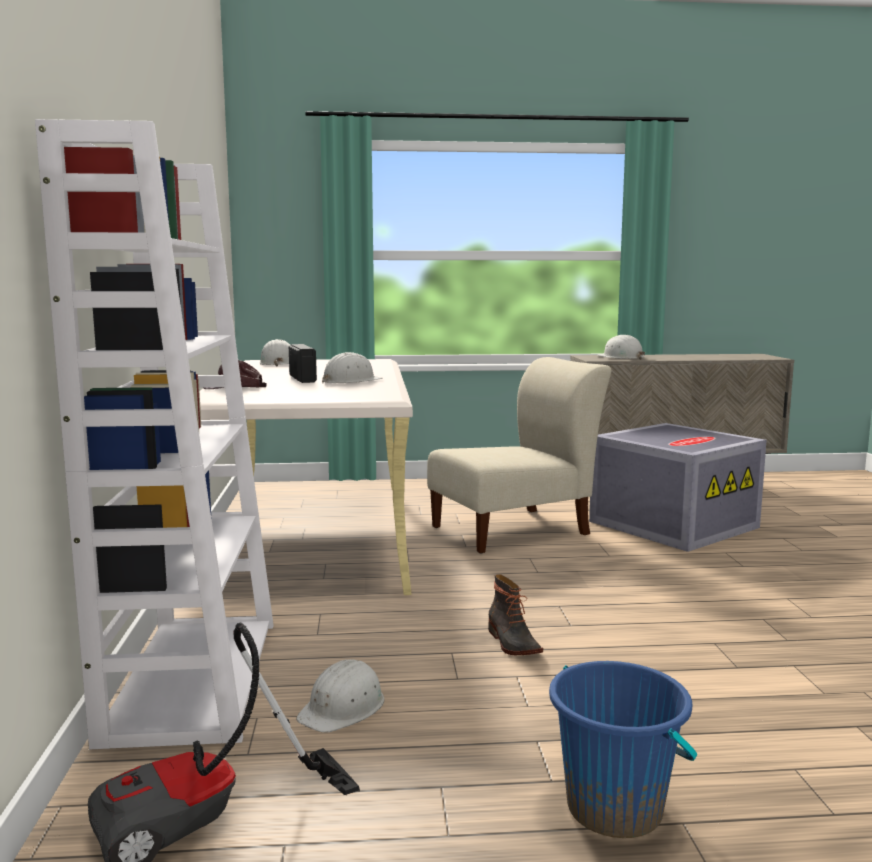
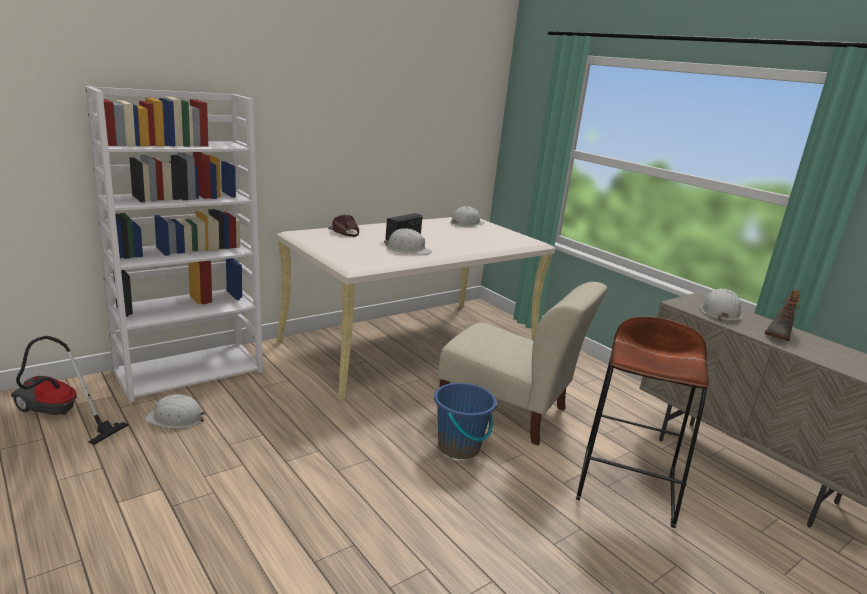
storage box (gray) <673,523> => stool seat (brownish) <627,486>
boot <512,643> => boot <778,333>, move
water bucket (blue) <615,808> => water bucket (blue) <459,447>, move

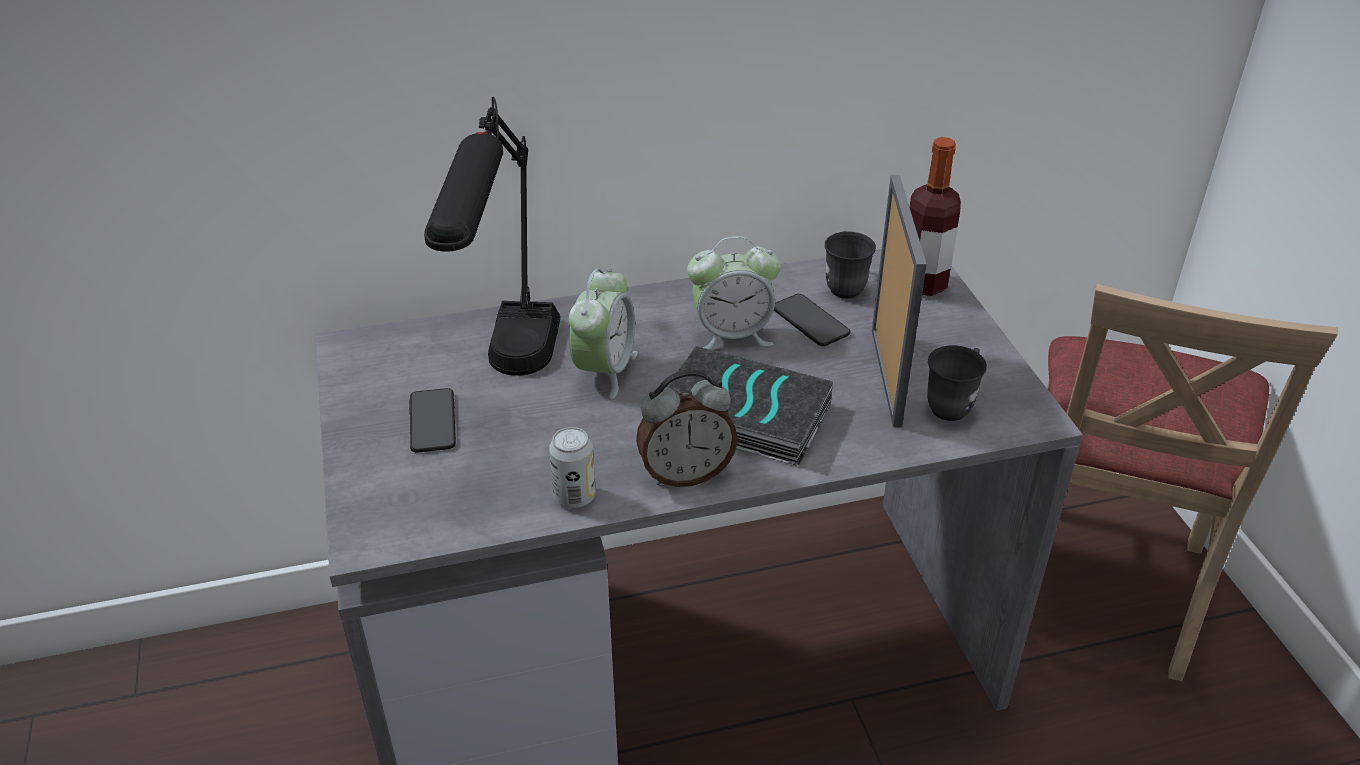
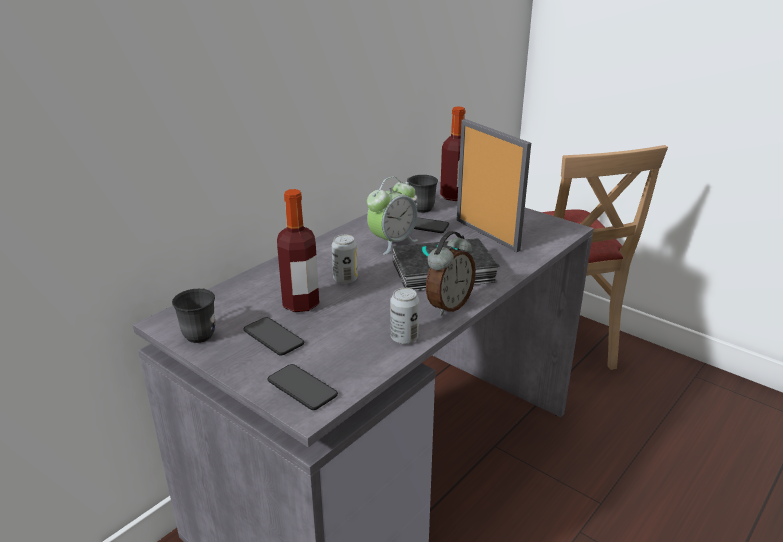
table lamp (blackish) <512,386> => beverage bottle <300,304>
table clock <604,371> => metal can <345,279>
coffee mug (gray) <953,404> => coffee mug (gray) <201,331>, move
nothing => handset <302,388>

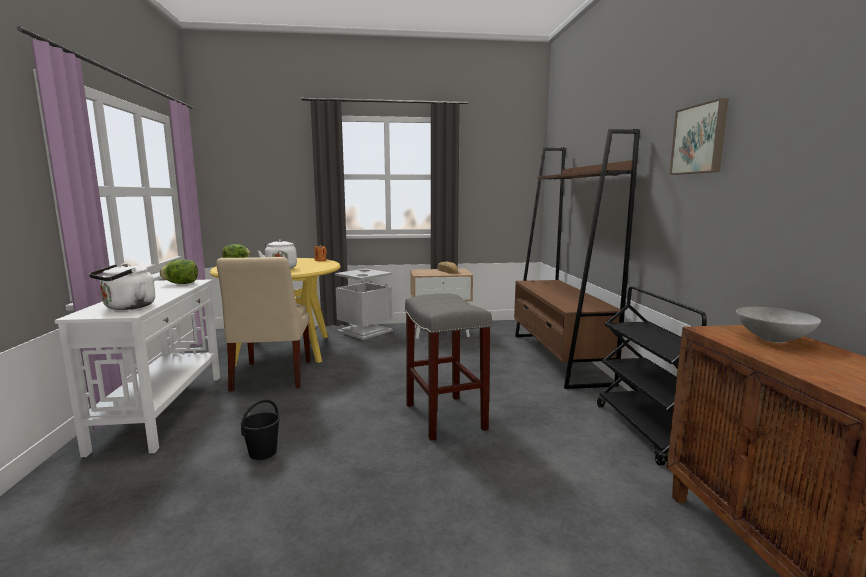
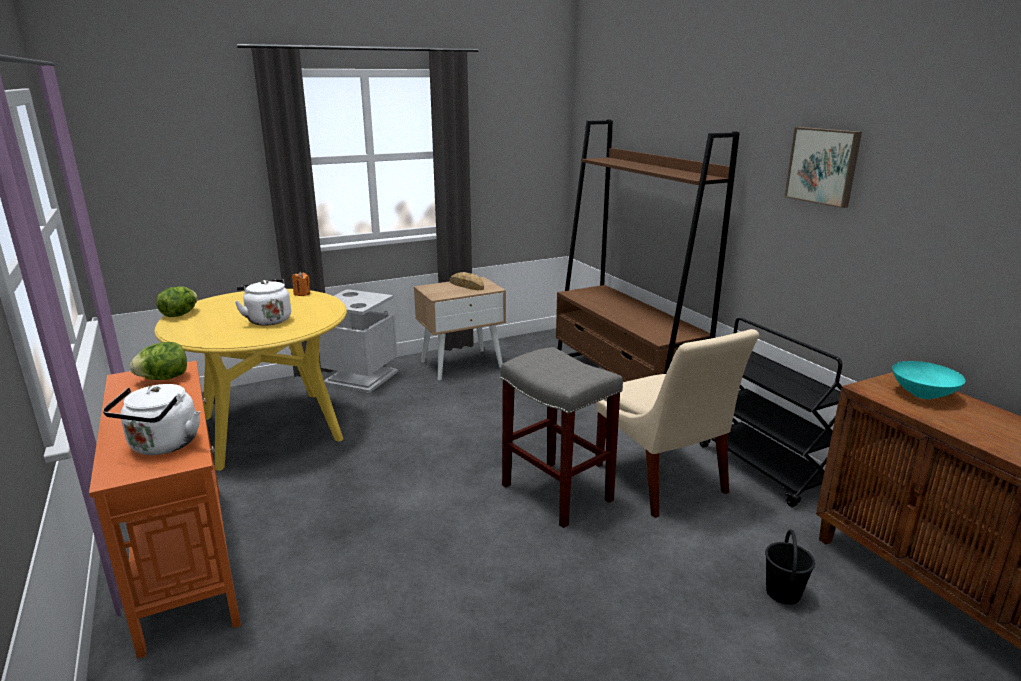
plain chair (beige-coloured) <271,376> => plain chair (beige-coloured) <662,482>, move
narrow table (white-coloured) <163,410> => narrow table (orange-coloured) <186,559>
serving bowl (gray) <772,339> => serving bowl (turquoise) <922,394>
water bucket (blackish) <262,453> => water bucket (blackish) <783,593>, move

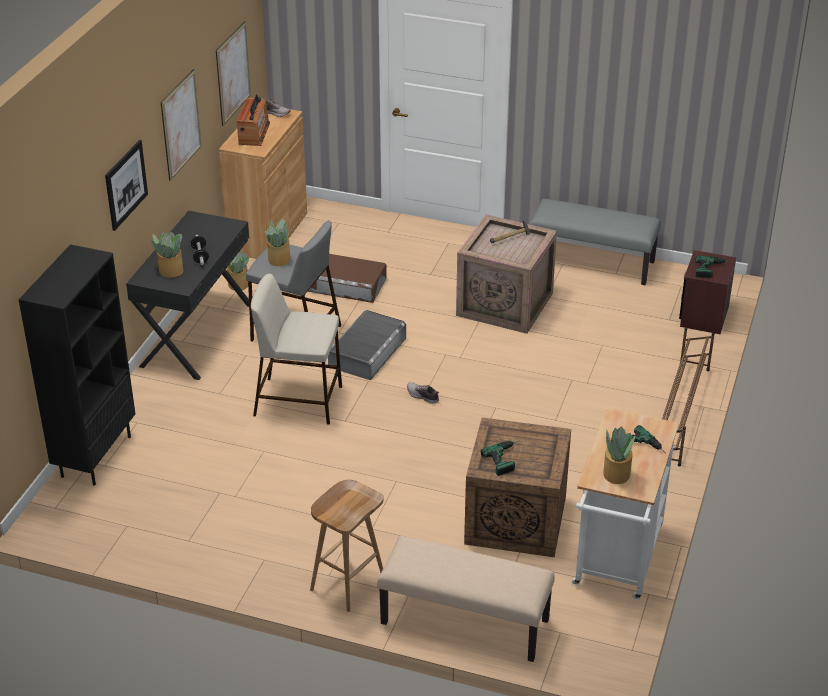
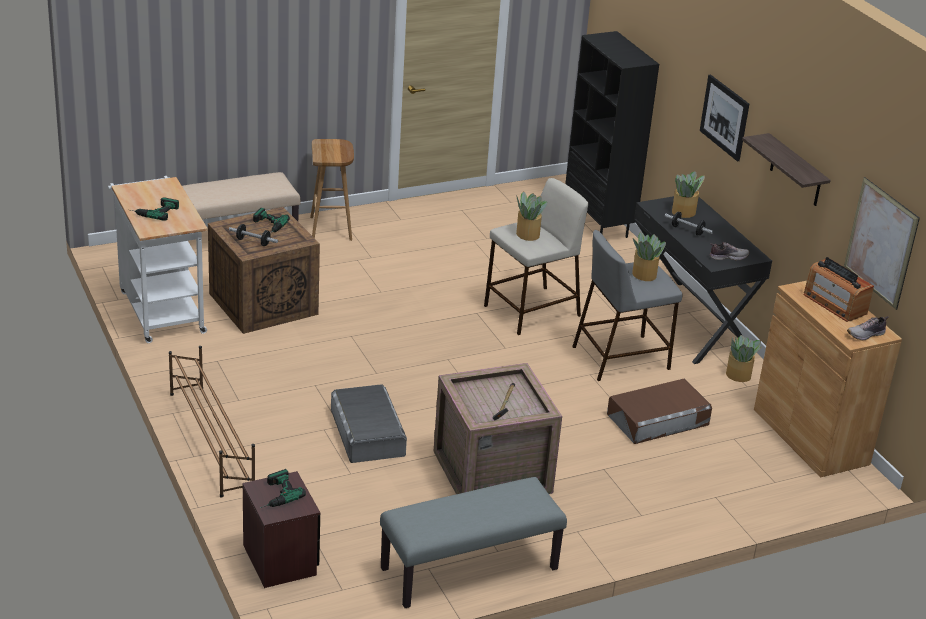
picture <181,124> => bracket shelf <796,171>
storage box (gray) <367,352> => storage box (gray) <367,432>, move
low shoe <423,396> => low shoe <728,257>, move
potted plant <616,474> => potted plant <527,234>, move
nothing => free weight <253,242>

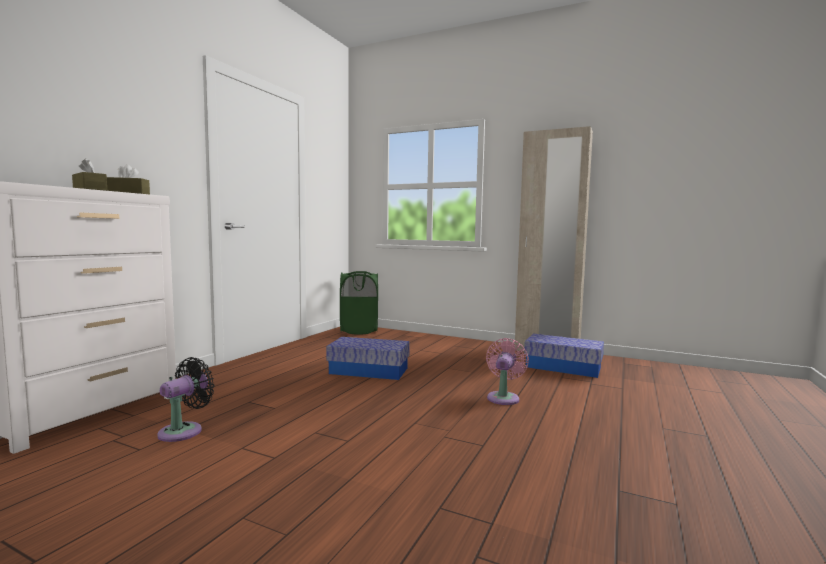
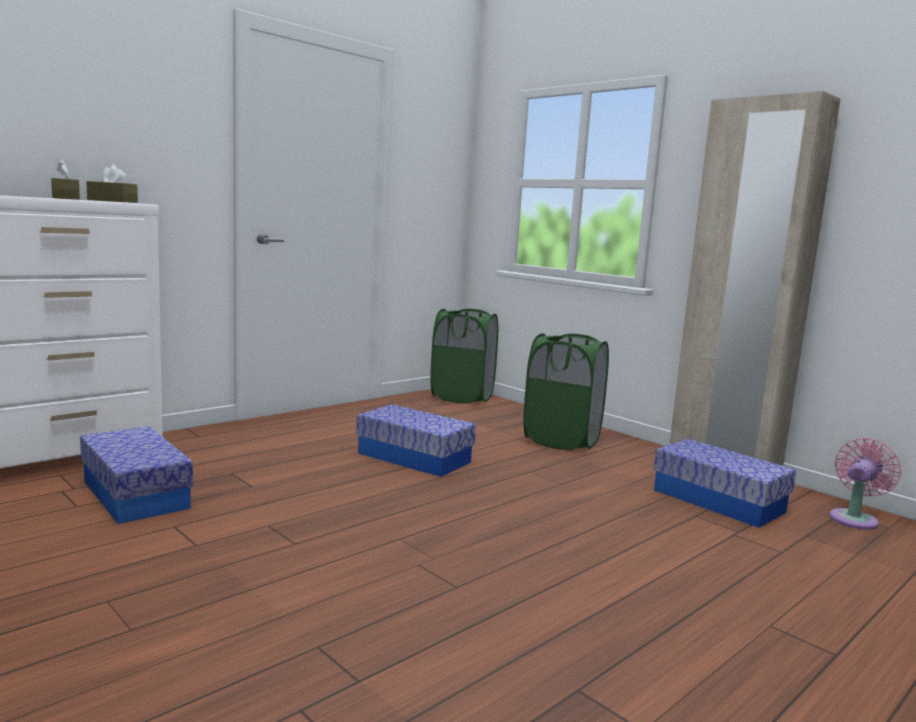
electric fan (pinkish) <504,397> => electric fan (pinkish) <855,518>, move
electric fan (blackish) <184,430> => storage box <135,494>
nothing => washing basket (green-coloured) <562,440>

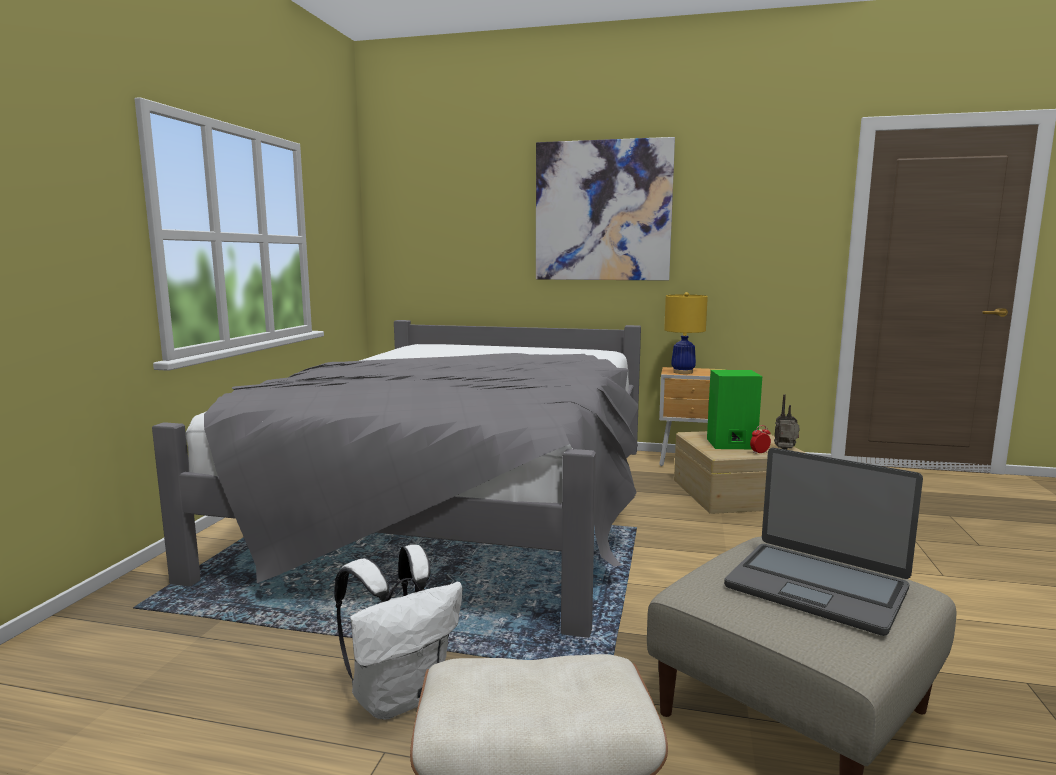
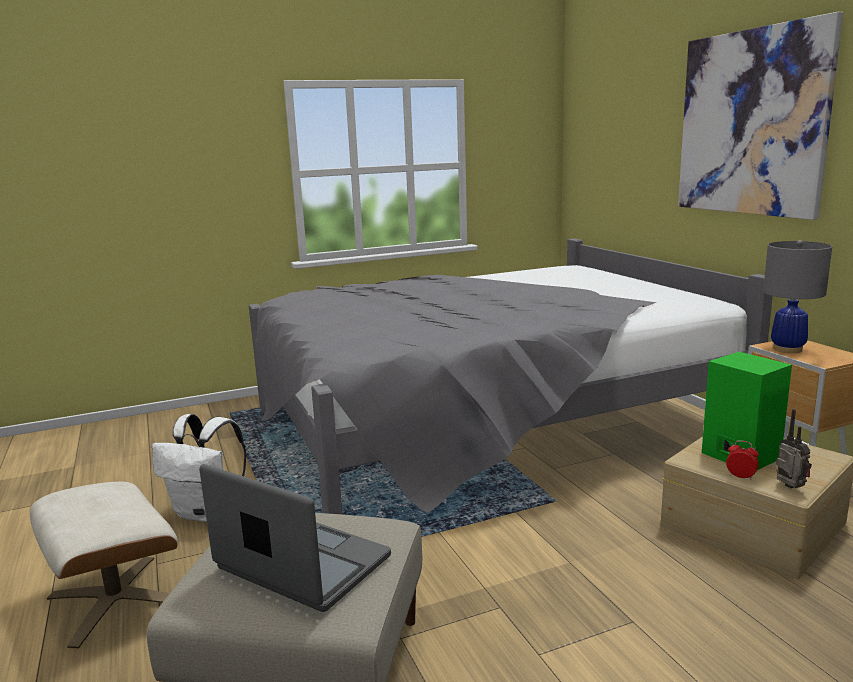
table lamp (yellow-coloured) <683,372> => table lamp (gray) <787,349>
laptop <816,587> => laptop <302,564>, 120 degrees clockwise

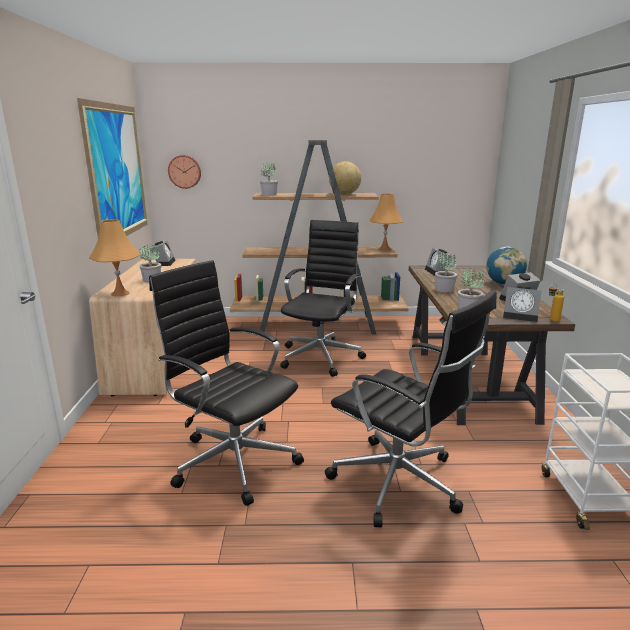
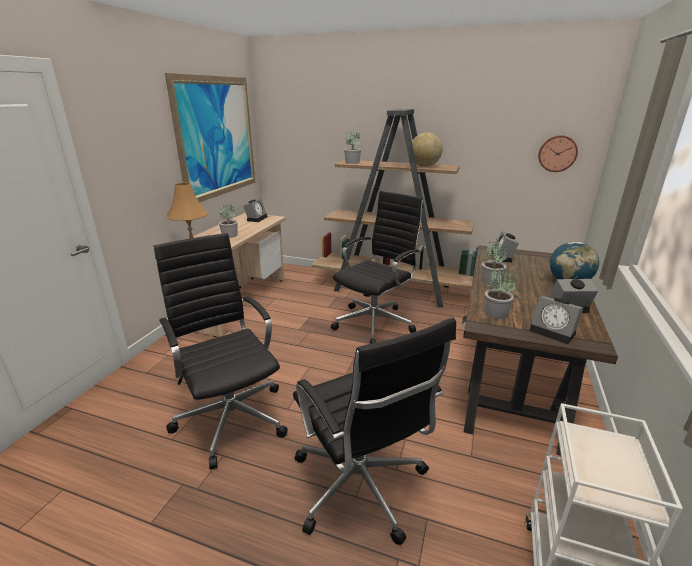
wall clock <185,171> => wall clock <557,153>, move
table lamp (orange-coloured) <384,249> => nothing
beverage bottle <551,320> => nothing

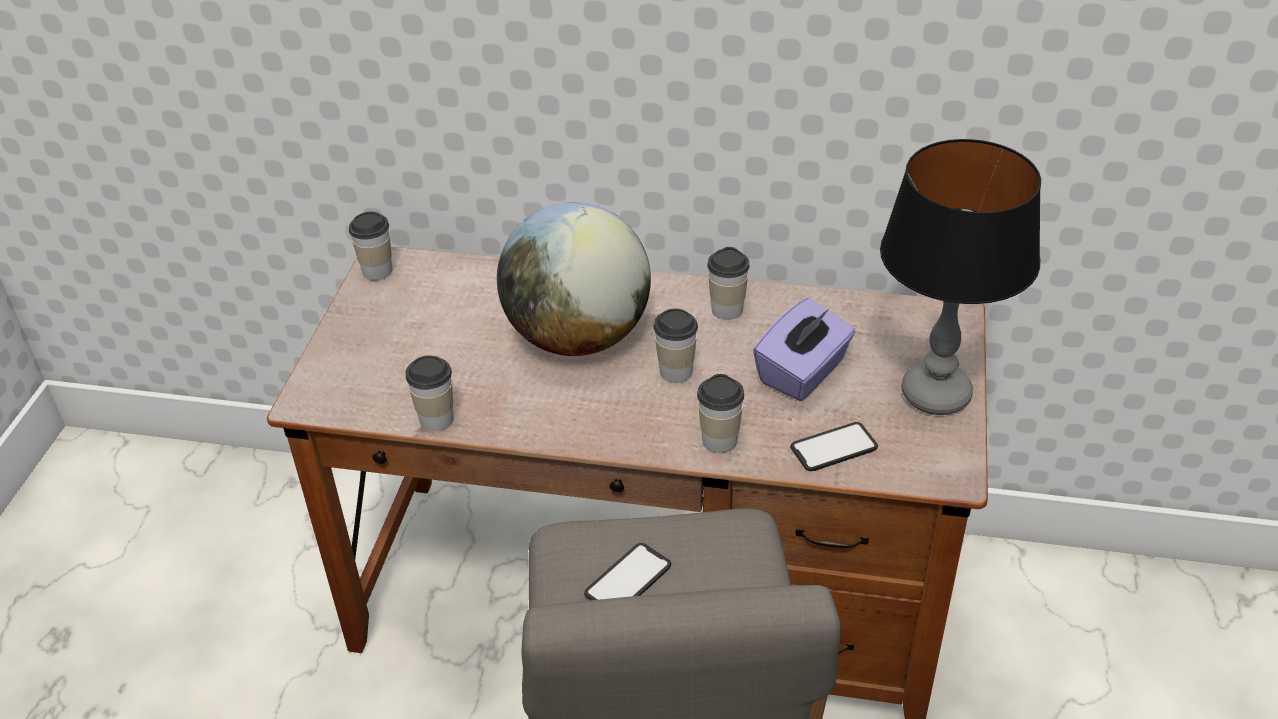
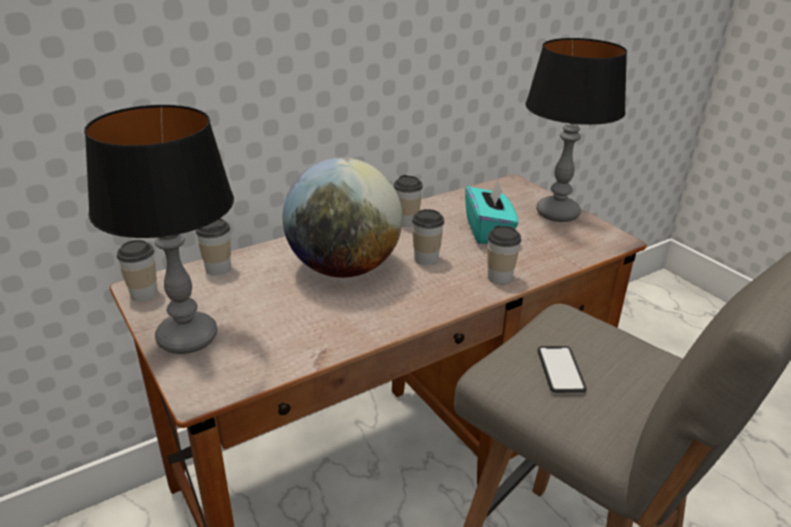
box of tissues (purplish) <803,373> => box of tissues (turquoise) <488,231>
small cup <436,419> => small cup <218,269>, move
handset <833,448> => nothing
nothing => table lamp <188,338>

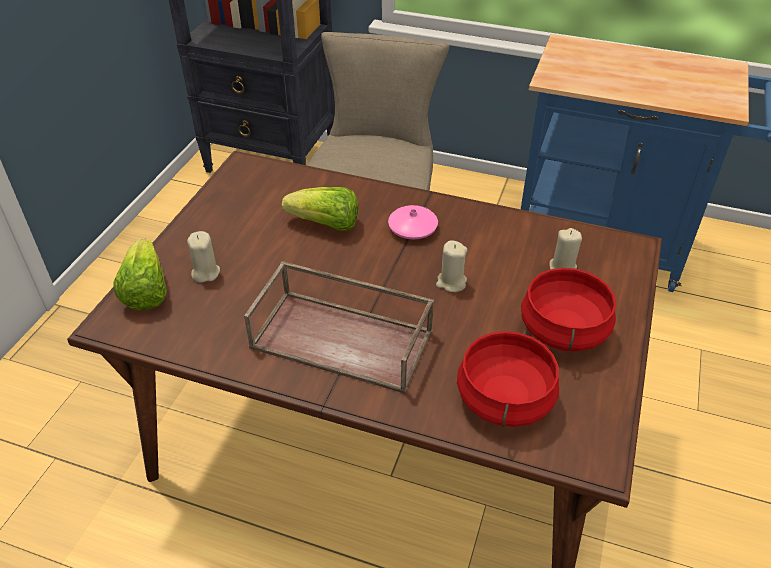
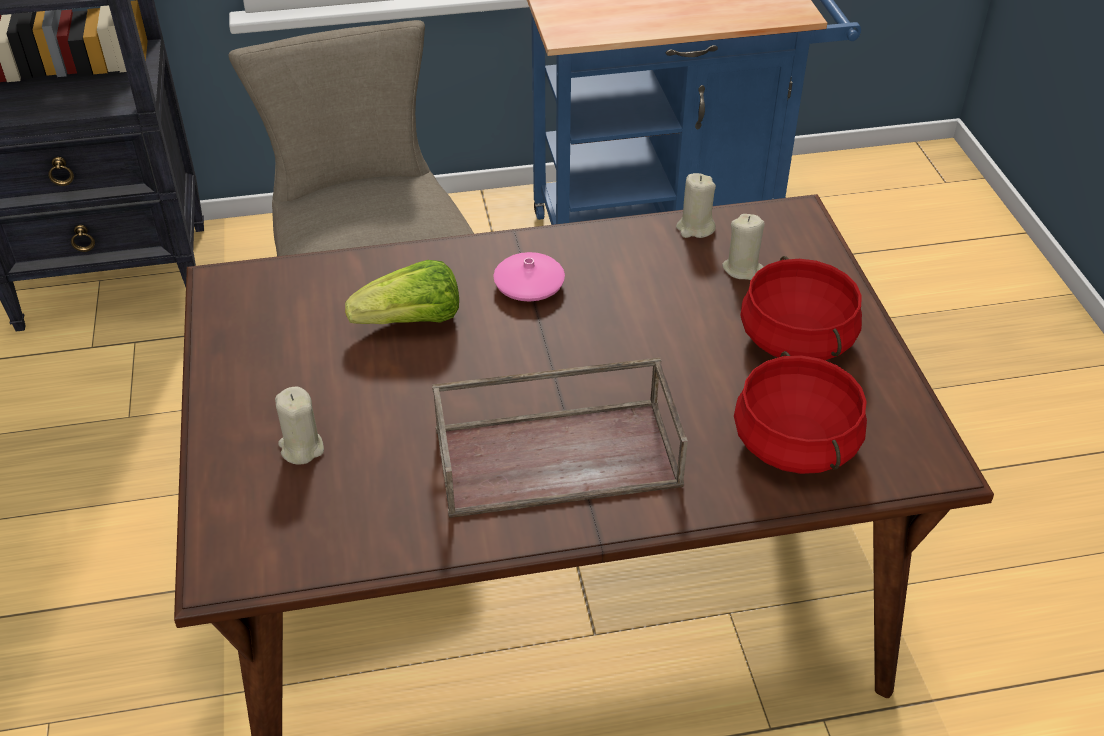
lettuce <146,290> => nothing
candle (beige-coloured) <451,282> => candle (beige-coloured) <695,228>, move

